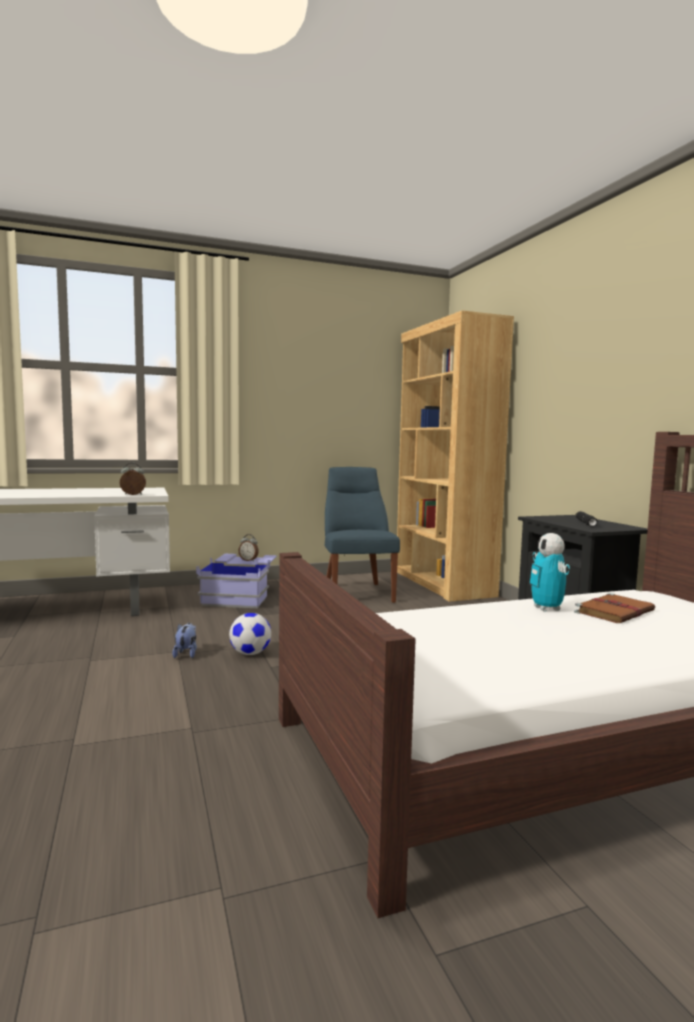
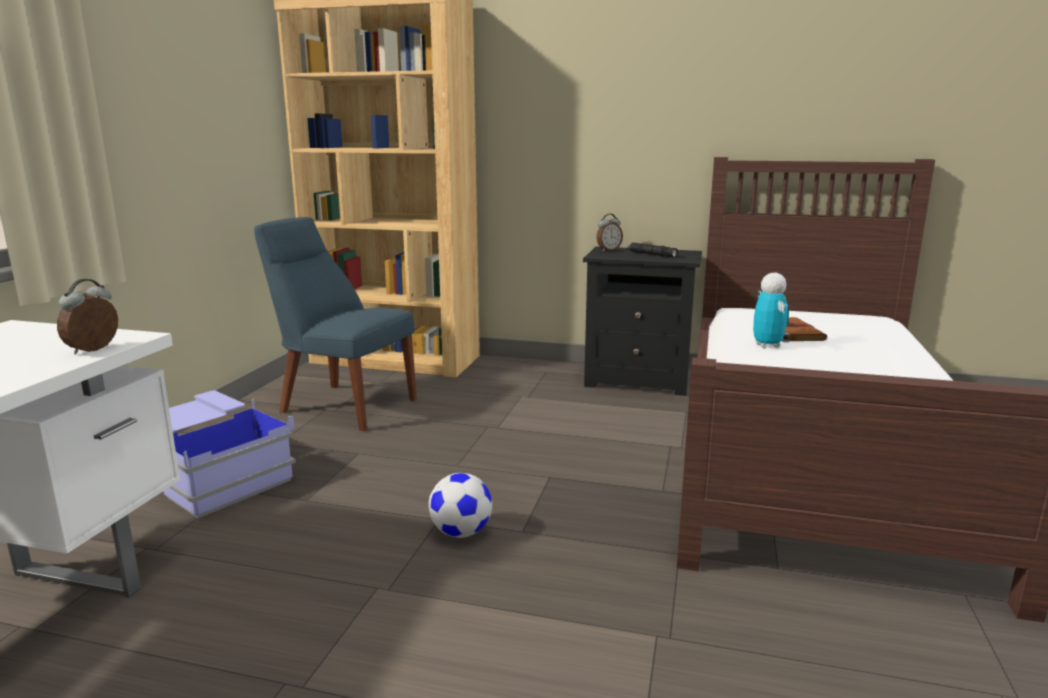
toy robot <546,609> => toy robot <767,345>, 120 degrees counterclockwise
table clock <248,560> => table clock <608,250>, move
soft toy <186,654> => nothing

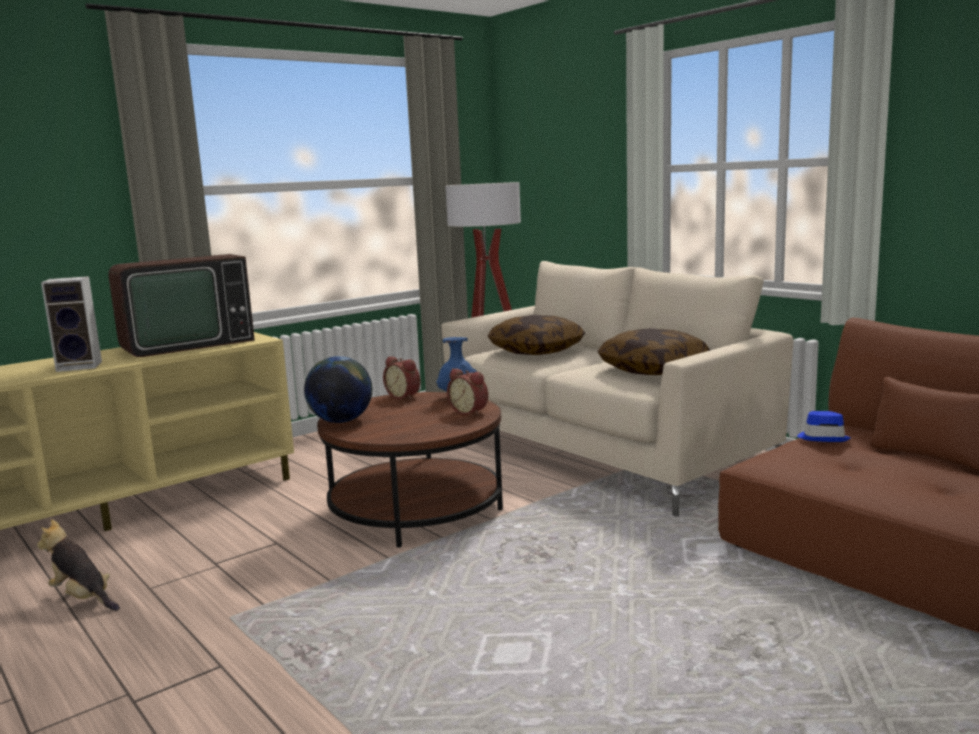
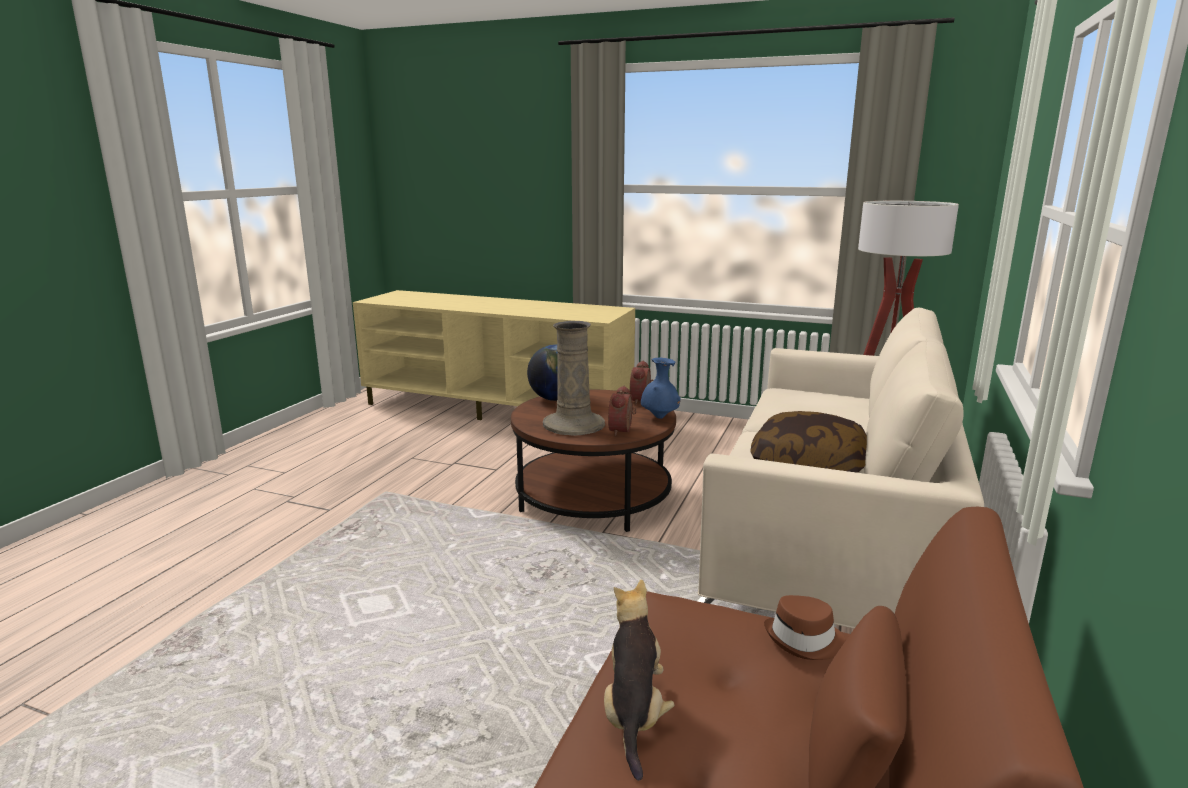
television <184,344> => nothing
audio speaker <81,366> => nothing
cushion <536,351> => nothing
hat (blue) <823,438> => hat (brownish) <804,640>
soft toy <83,598> => soft toy <634,714>, move
nothing => decorative vase (beige-coloured) <574,424>

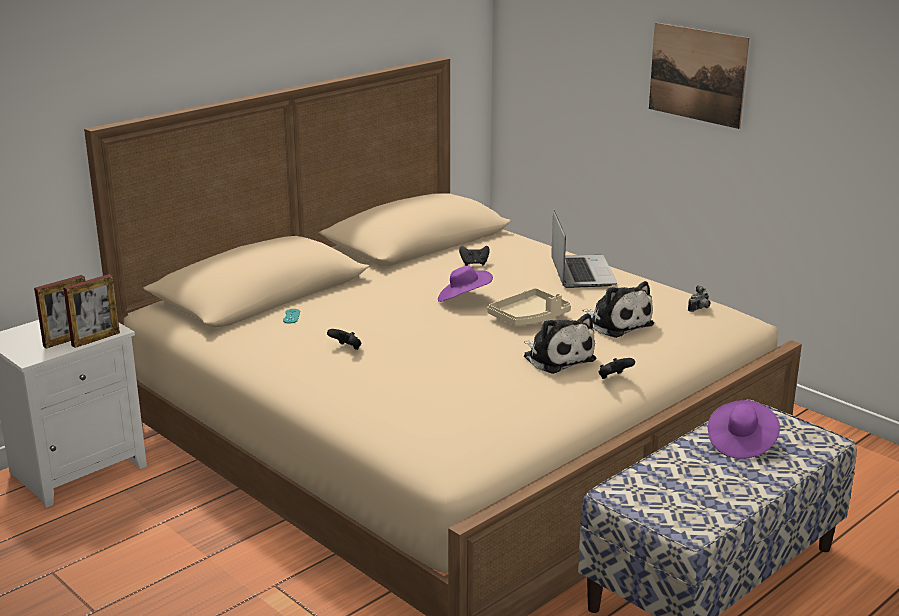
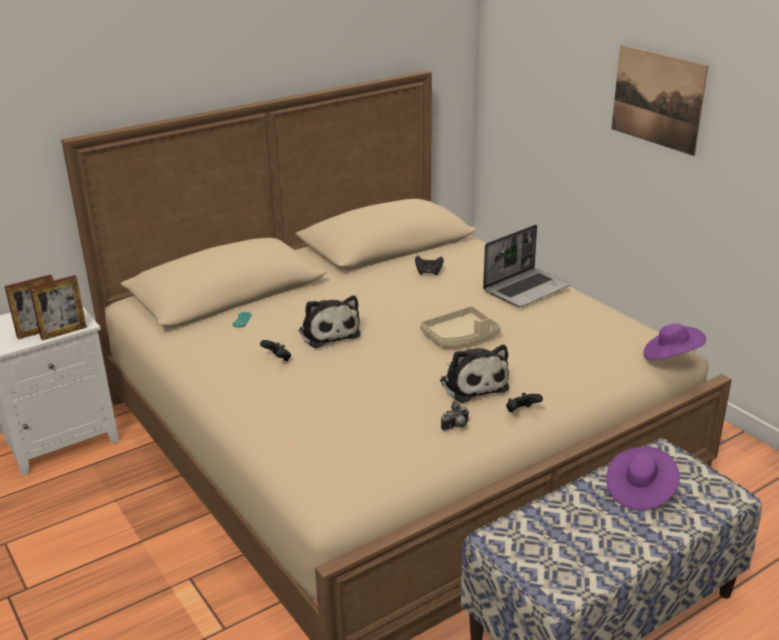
laptop <581,273> => laptop <526,289>, 45 degrees clockwise
hat (purplish) <463,299> => hat (purplish) <671,357>, move
soft toy <616,323> => soft toy <328,332>, move
photo camera <700,309> => photo camera <456,427>, move

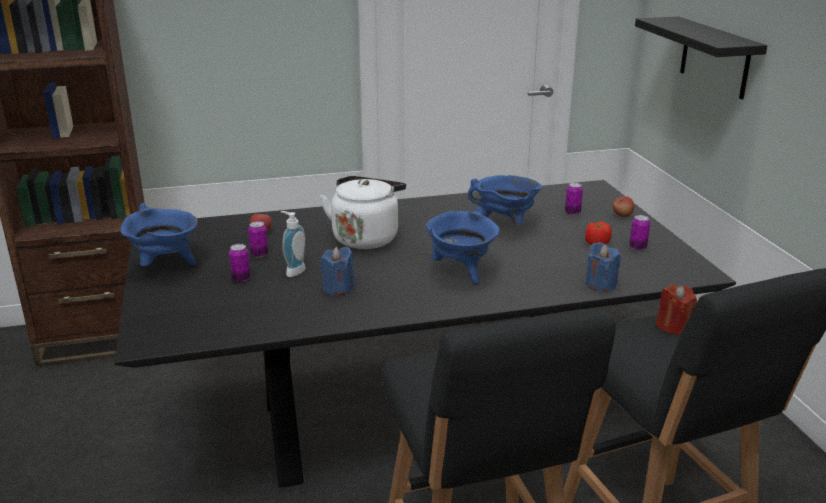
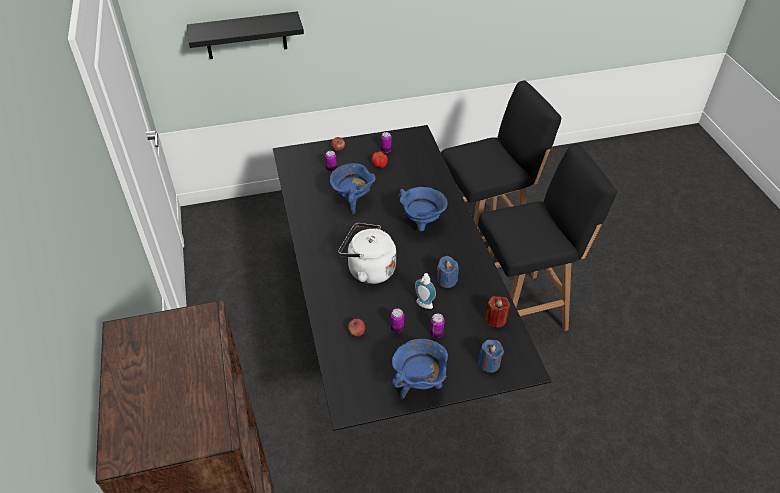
candle (blue) <600,284> => candle (blue) <489,363>, move
candle (red-coloured) <673,326> => candle (red-coloured) <496,319>, move

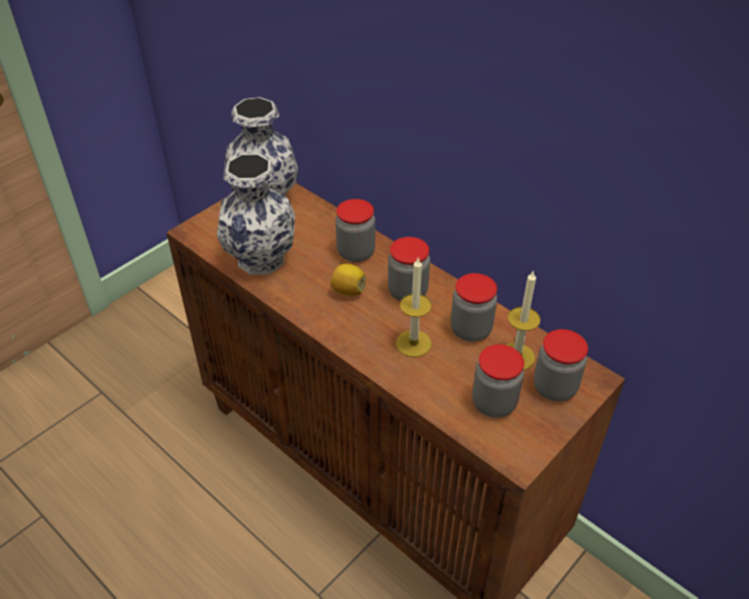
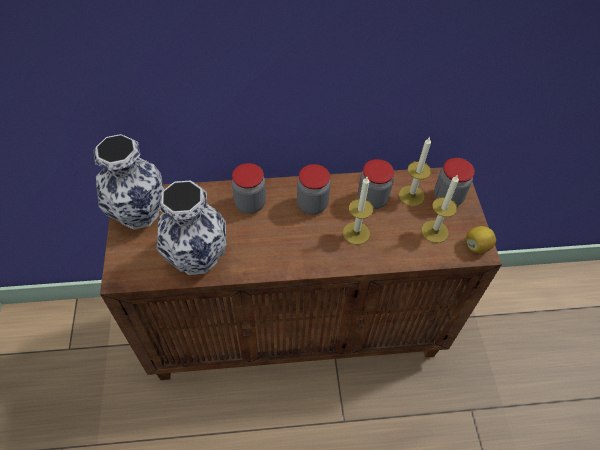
lemon <348,291> => lemon <477,246>, move
storage jar <494,403> => candle <434,231>

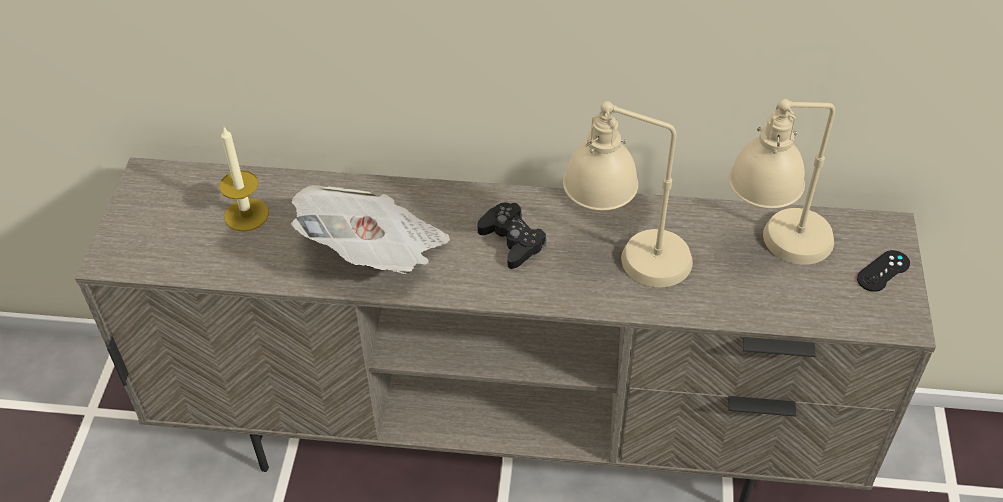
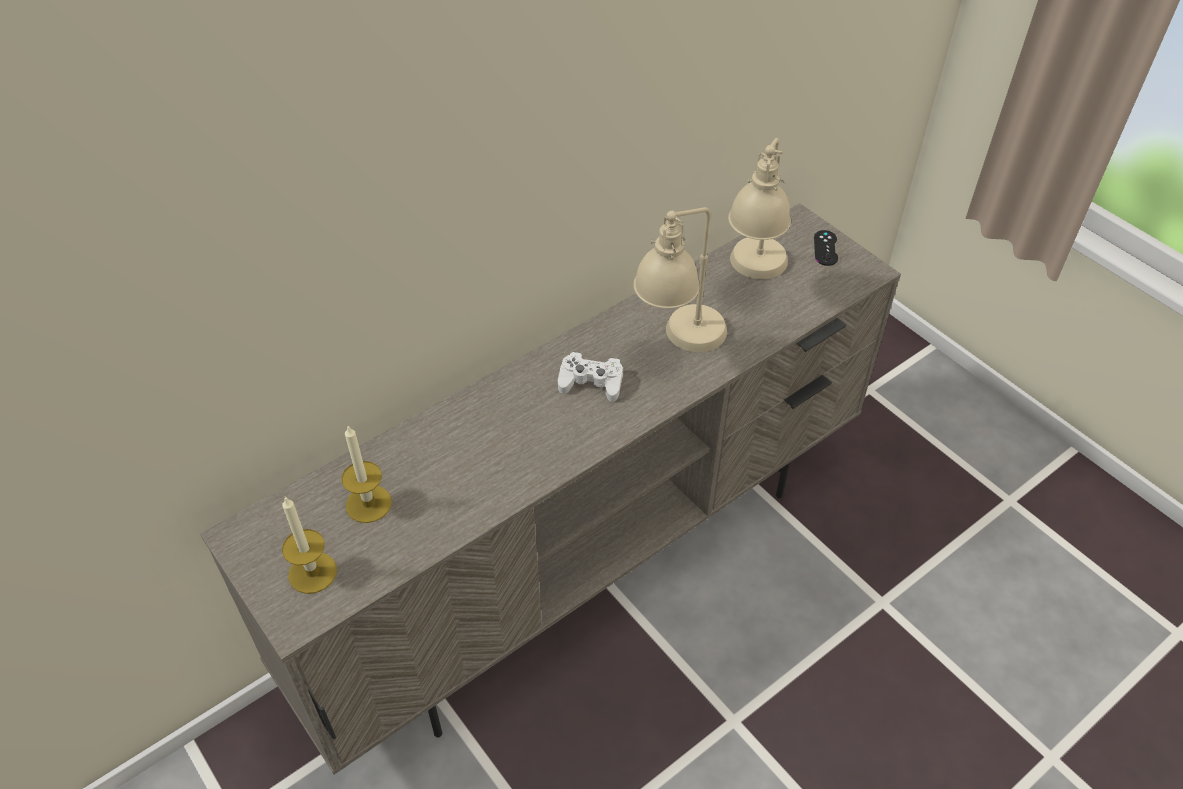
printed paper <376,254> => nothing
gamepad (blackish) <512,240> => gamepad (white-coloured) <591,382>
nothing => candle <312,572>

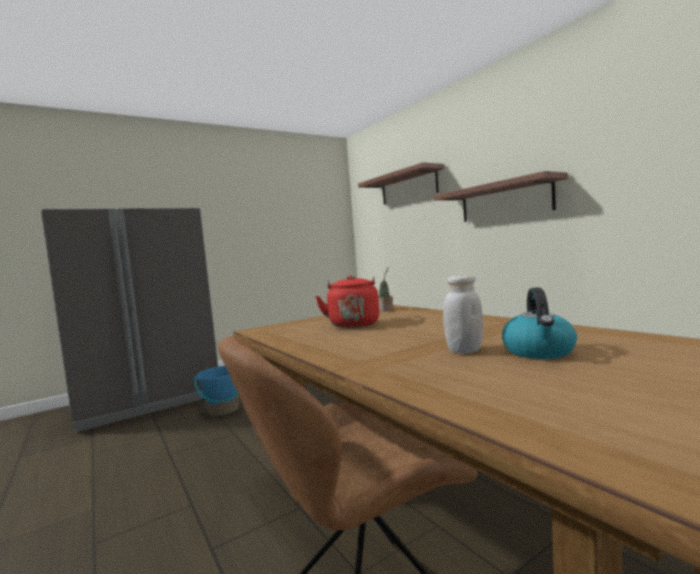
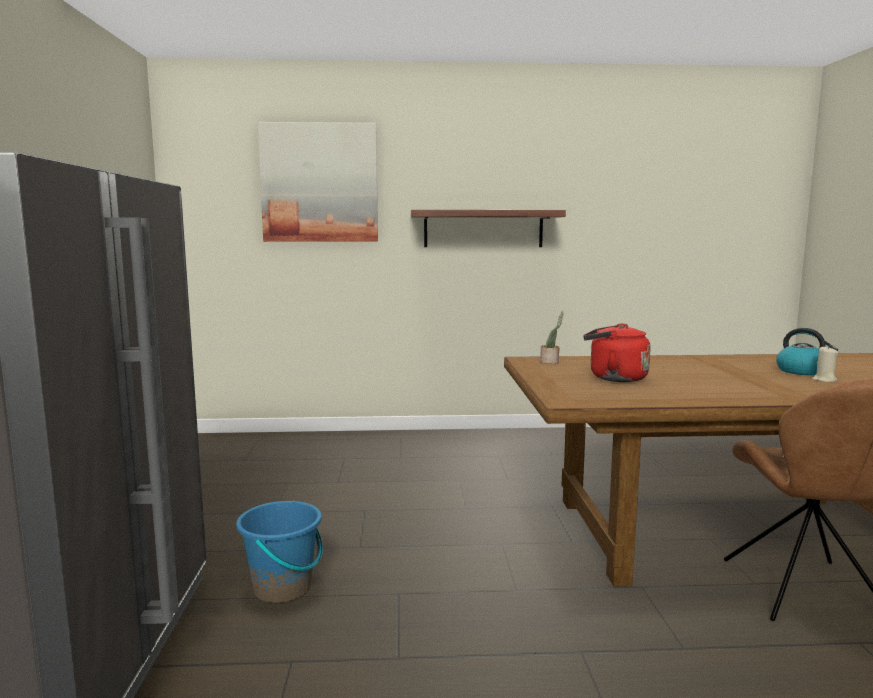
bracket shelf <408,187> => picture <319,183>
storage jar (white-coloured) <464,350> => nothing
nothing => candle (beige-coloured) <824,380>

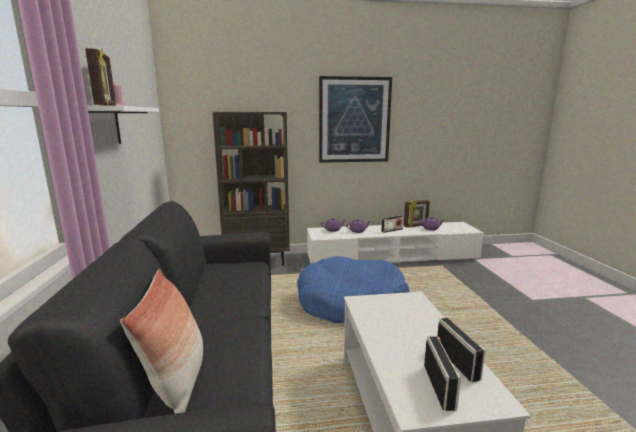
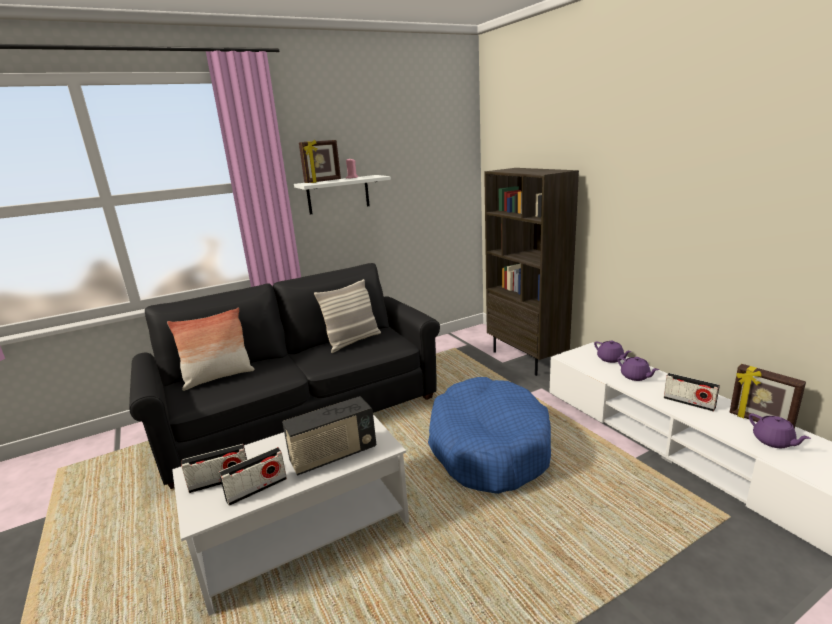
picture <354,120> => nothing
nothing => cushion <352,341>
nothing => radio set <333,456>

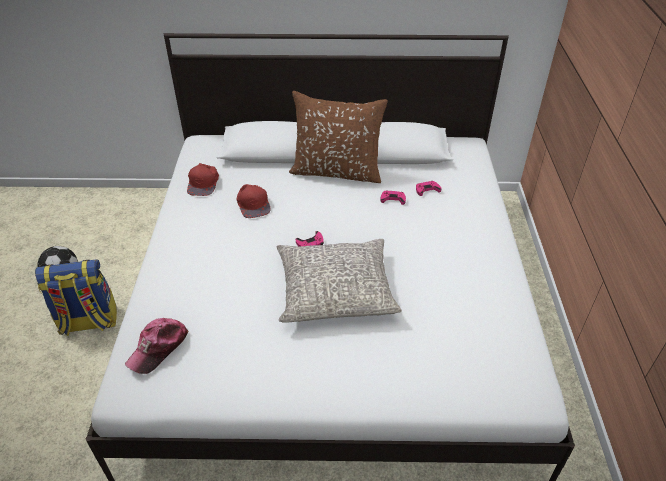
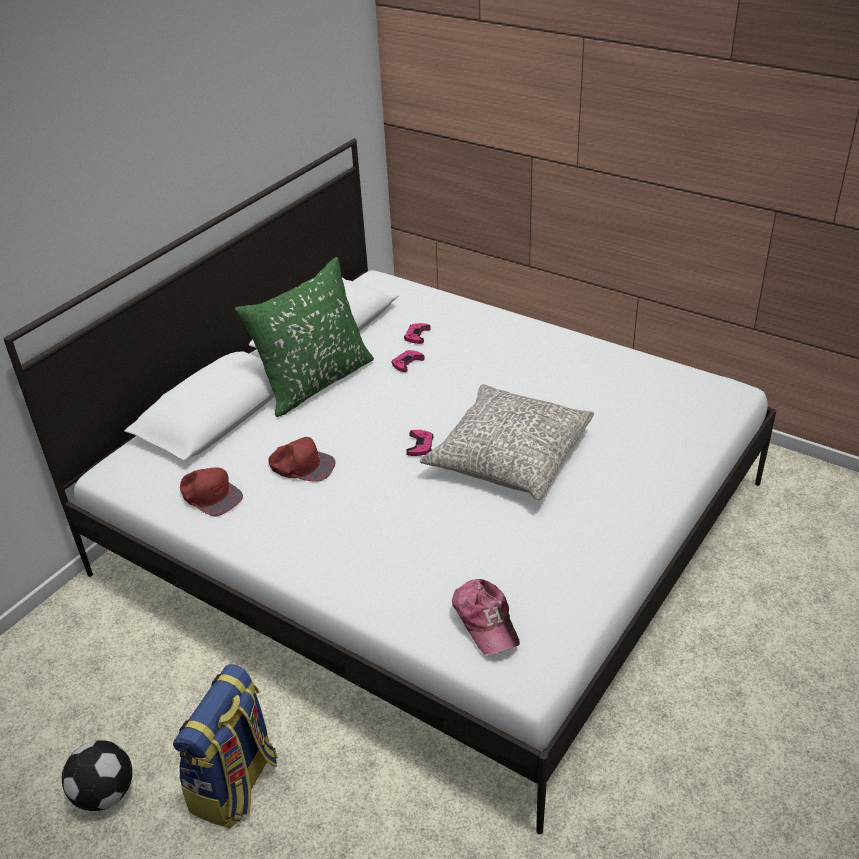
cushion (brownish) <336,171> => cushion (green-coloured) <315,382>

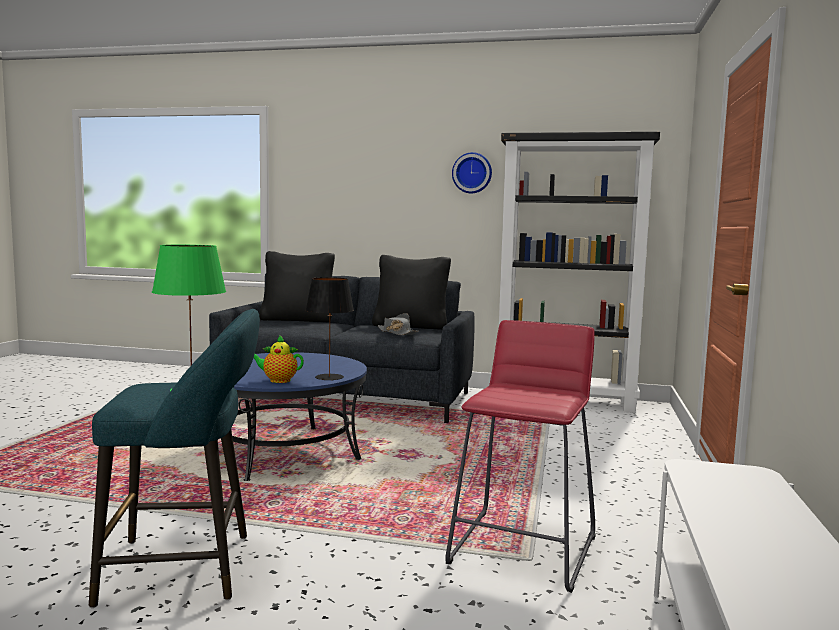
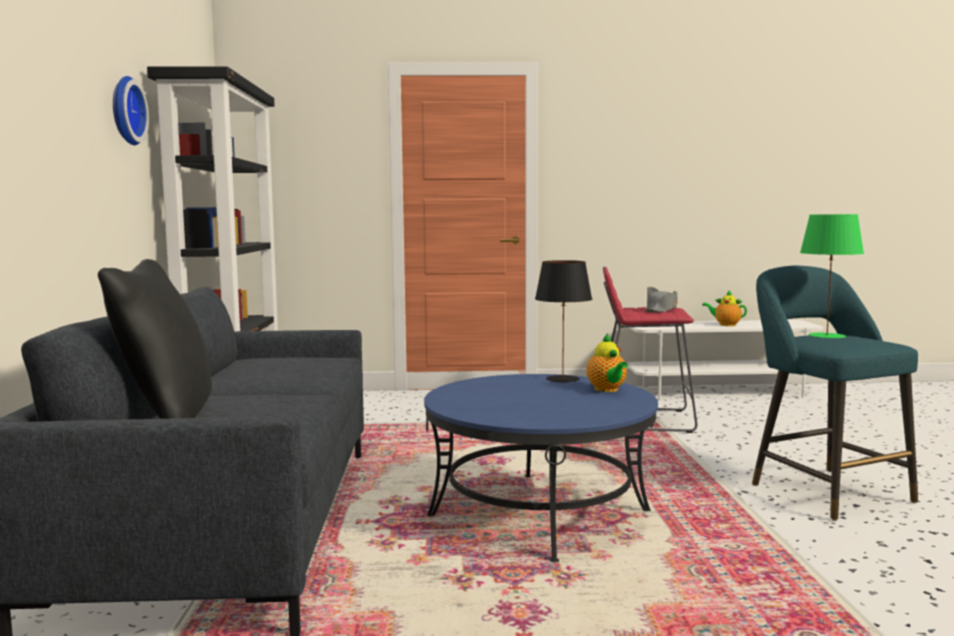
cushion (blackish) <411,326> => nothing
hat (gray) <396,333> => hat (gray) <661,310>, move
nothing => pot for tea <725,325>

